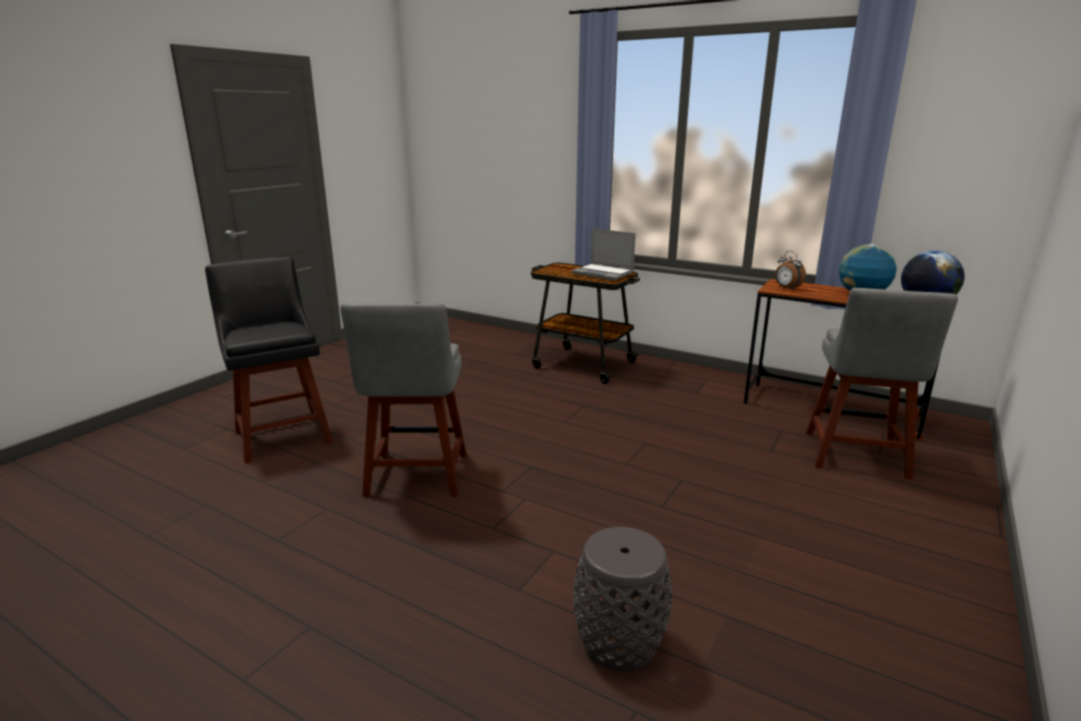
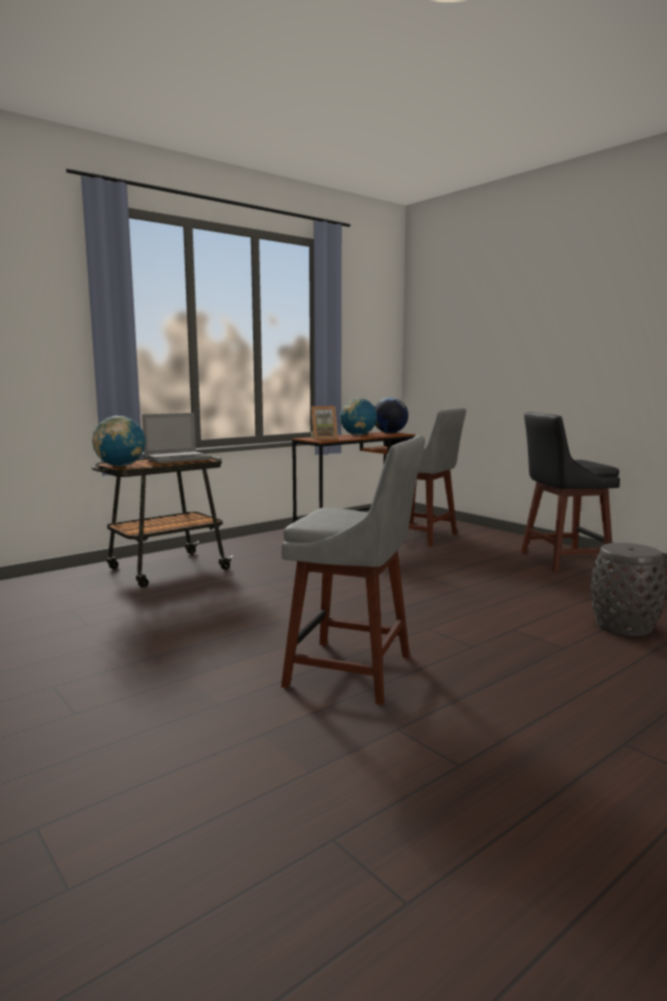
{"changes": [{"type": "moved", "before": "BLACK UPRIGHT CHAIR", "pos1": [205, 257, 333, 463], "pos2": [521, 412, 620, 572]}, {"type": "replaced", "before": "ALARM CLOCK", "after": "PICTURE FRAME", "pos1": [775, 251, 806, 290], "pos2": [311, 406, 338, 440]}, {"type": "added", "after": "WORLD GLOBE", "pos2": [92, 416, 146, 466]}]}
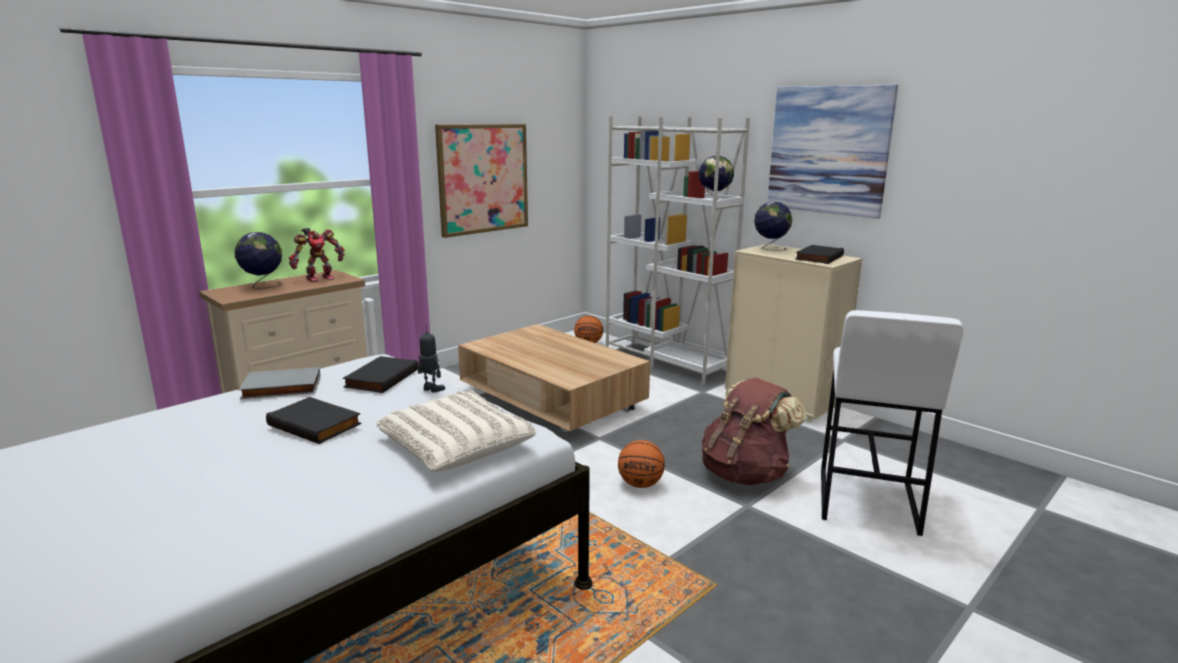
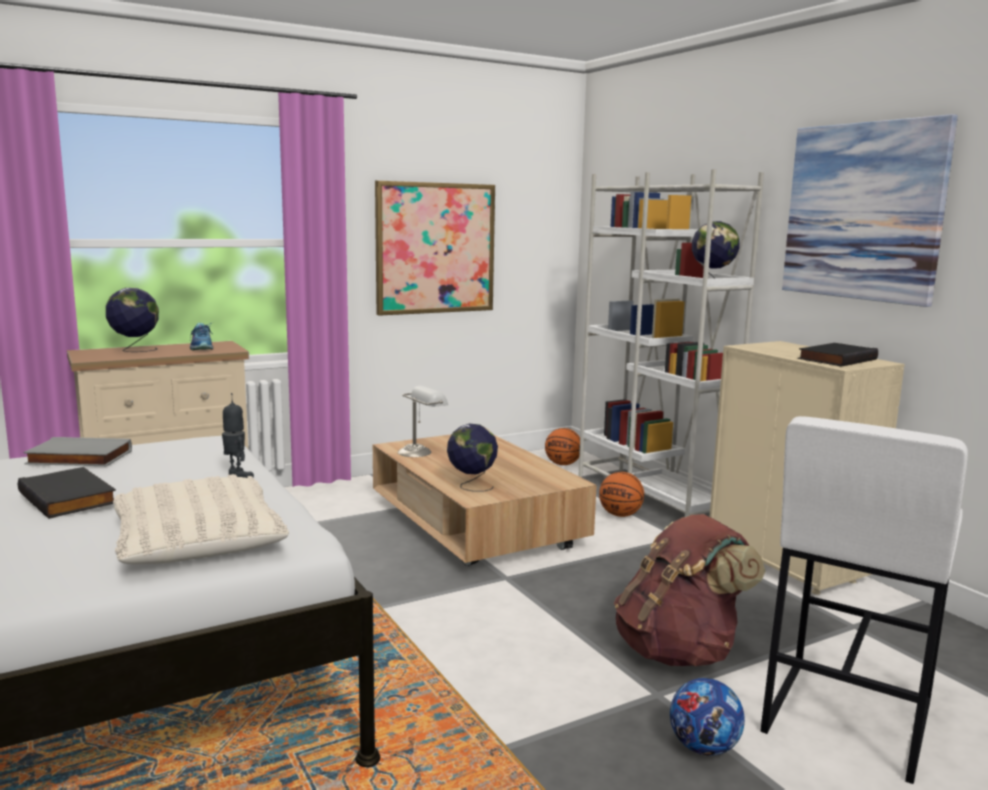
{"changes": [{"type": "replaced", "before": "MODEL ROBOT", "after": "LOW SHOE", "pos1": [289, 228, 345, 282], "pos2": [190, 323, 213, 351]}, {"type": "removed", "before": "BLACK VOLUME", "pos1": [343, 356, 418, 393]}, {"type": "moved", "before": "BASKETBALL BALL", "pos1": [618, 440, 665, 488], "pos2": [599, 472, 644, 517]}, {"type": "moved", "before": "WORLD GLOBE", "pos1": [754, 201, 792, 251], "pos2": [447, 423, 498, 492]}, {"type": "added", "after": "WHITISH TABLE LAMP", "pos2": [398, 386, 448, 457]}, {"type": "added", "after": "BALL FOR FOOTBALL", "pos2": [670, 678, 745, 756]}]}
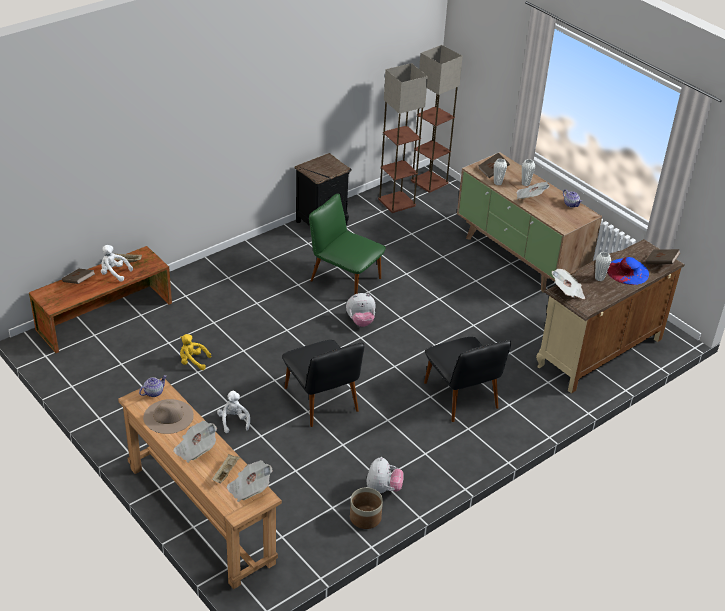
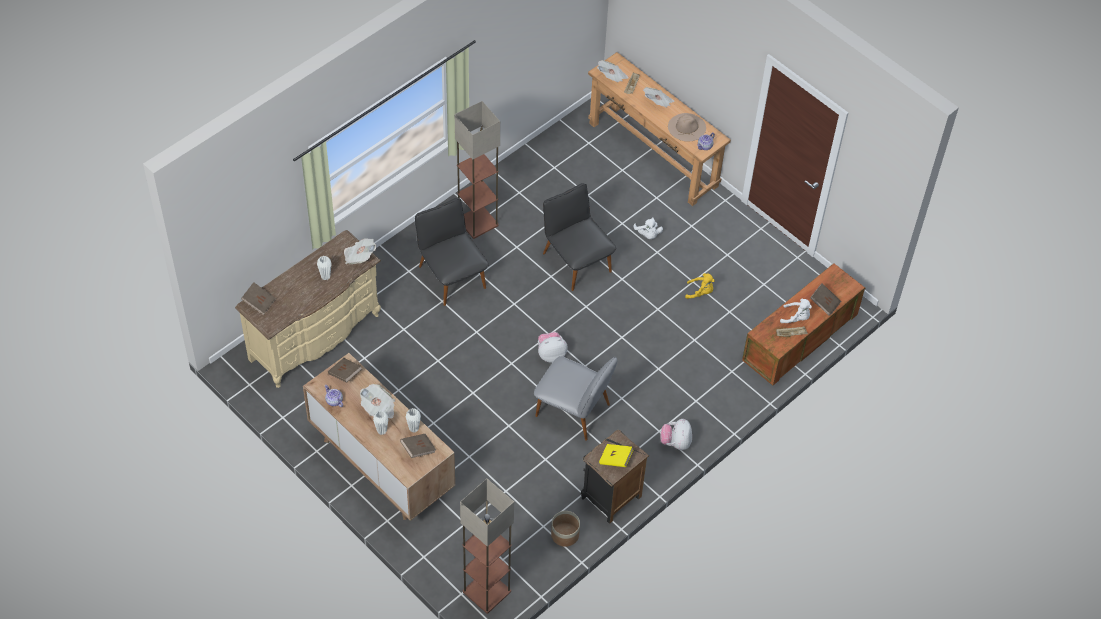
{"changes": [{"type": "recoloured", "before": "GREEN UPRIGHT CHAIR", "after": "GREY UPRIGHT CHAIR", "pos1": [309, 194, 386, 295], "pos2": [534, 356, 617, 441]}, {"type": "moved", "before": "PLANT POT", "pos1": [350, 487, 383, 529], "pos2": [551, 511, 580, 547]}, {"type": "moved", "before": "SOFT TOY", "pos1": [367, 457, 404, 493], "pos2": [661, 419, 692, 450]}, {"type": "moved", "before": "STANDARD LAMP", "pos1": [378, 63, 428, 213], "pos2": [455, 101, 500, 239]}, {"type": "removed", "before": "BLUISH WEARABLE HAT", "pos1": [607, 257, 649, 285]}, {"type": "added", "after": "BROWN VOLUME", "pos2": [328, 358, 362, 383]}, {"type": "added", "after": "YELLOWISH VOLUME", "pos2": [599, 444, 634, 467]}]}
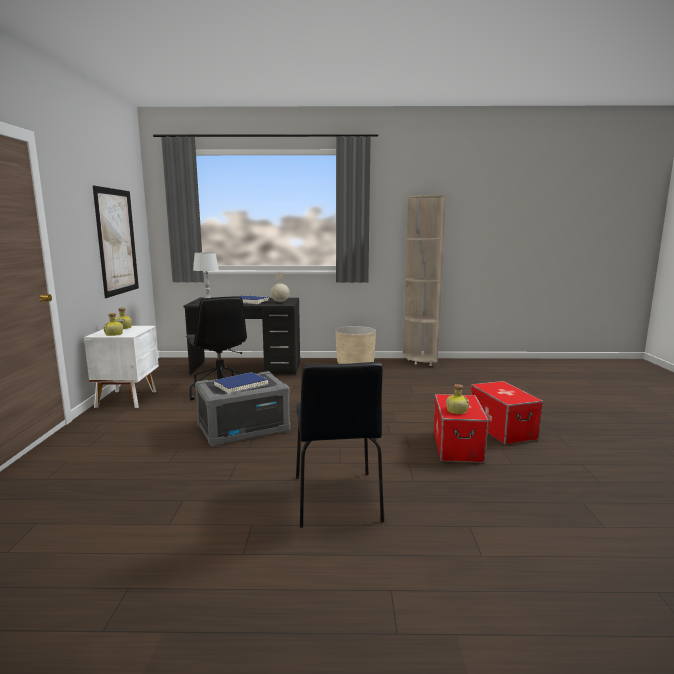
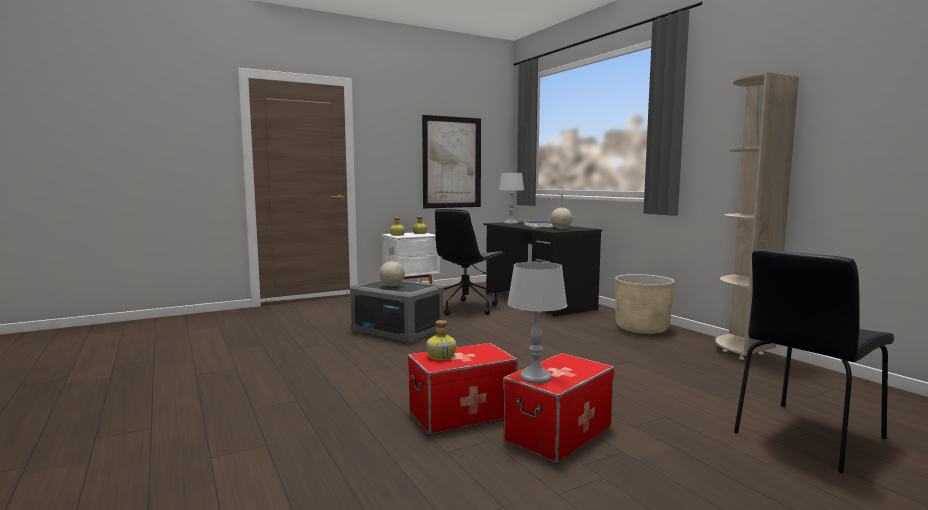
{"changes": [{"type": "replaced", "before": "BLUISH VOLUME", "after": "WORLD GLOBE", "pos1": [213, 372, 268, 394], "pos2": [379, 247, 405, 286]}, {"type": "moved", "before": "BLACK UPRIGHT CHAIR", "pos1": [296, 362, 384, 528], "pos2": [734, 249, 894, 473]}, {"type": "added", "after": "GREY TABLE LAMP", "pos2": [507, 262, 567, 384]}]}
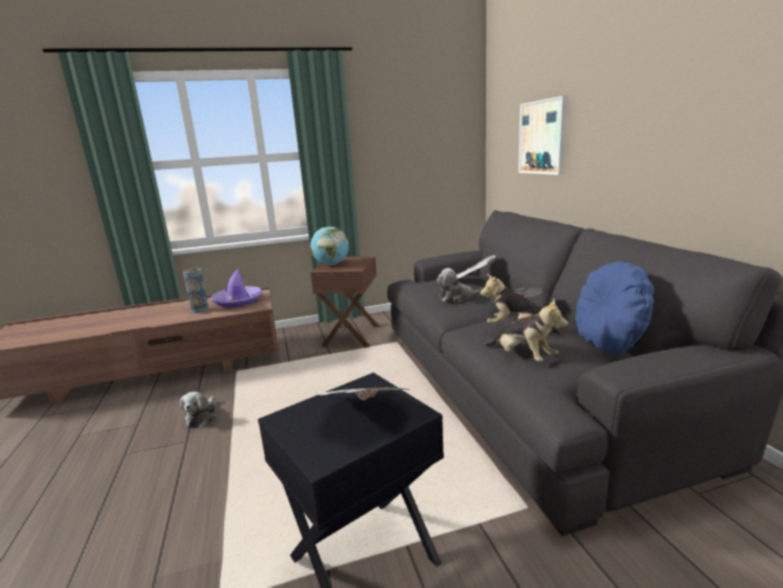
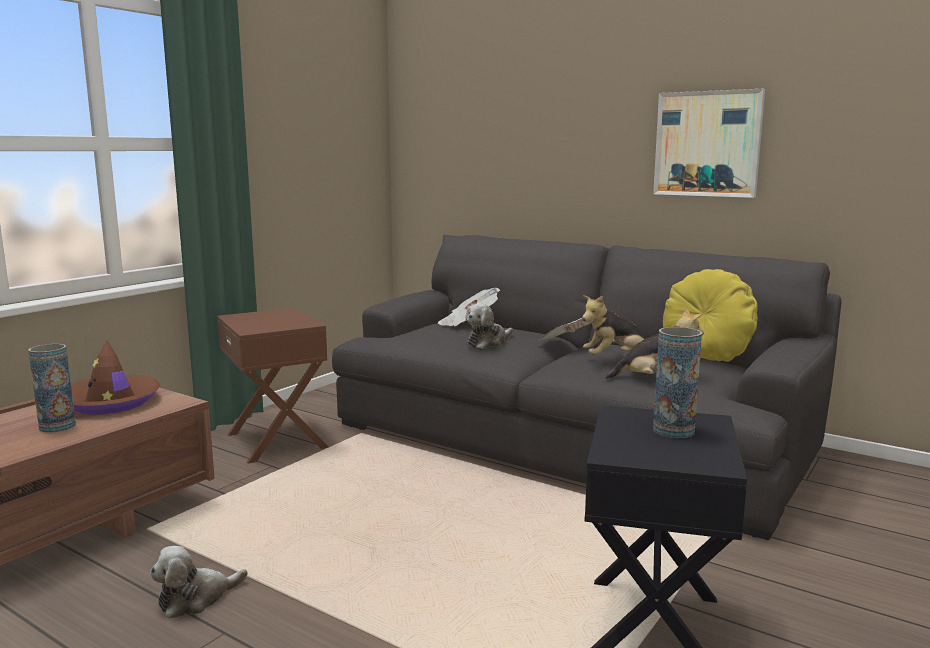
{"changes": [{"type": "turned", "before": "SOFT TOY", "pos1": [180, 392, 216, 428], "pos2": [150, 546, 248, 619], "turn": 90}, {"type": "recoloured", "before": "PURPLE-COLOURED WEARABLE HAT", "after": "BROWN WEARABLE HAT", "pos1": [210, 269, 263, 308], "pos2": [71, 341, 160, 415]}, {"type": "removed", "before": "WORLD GLOBE", "pos1": [310, 227, 349, 265]}, {"type": "replaced", "before": "PRINTED PAPER", "after": "DECORATIVE VASE", "pos1": [315, 387, 411, 400], "pos2": [653, 327, 702, 438]}, {"type": "moved", "before": "WALL PICTURE", "pos1": [518, 95, 567, 175], "pos2": [653, 89, 765, 198]}, {"type": "recoloured", "before": "BLUISH CUSHION", "after": "YELLOWISH CUSHION", "pos1": [575, 261, 654, 355], "pos2": [663, 269, 758, 362]}]}
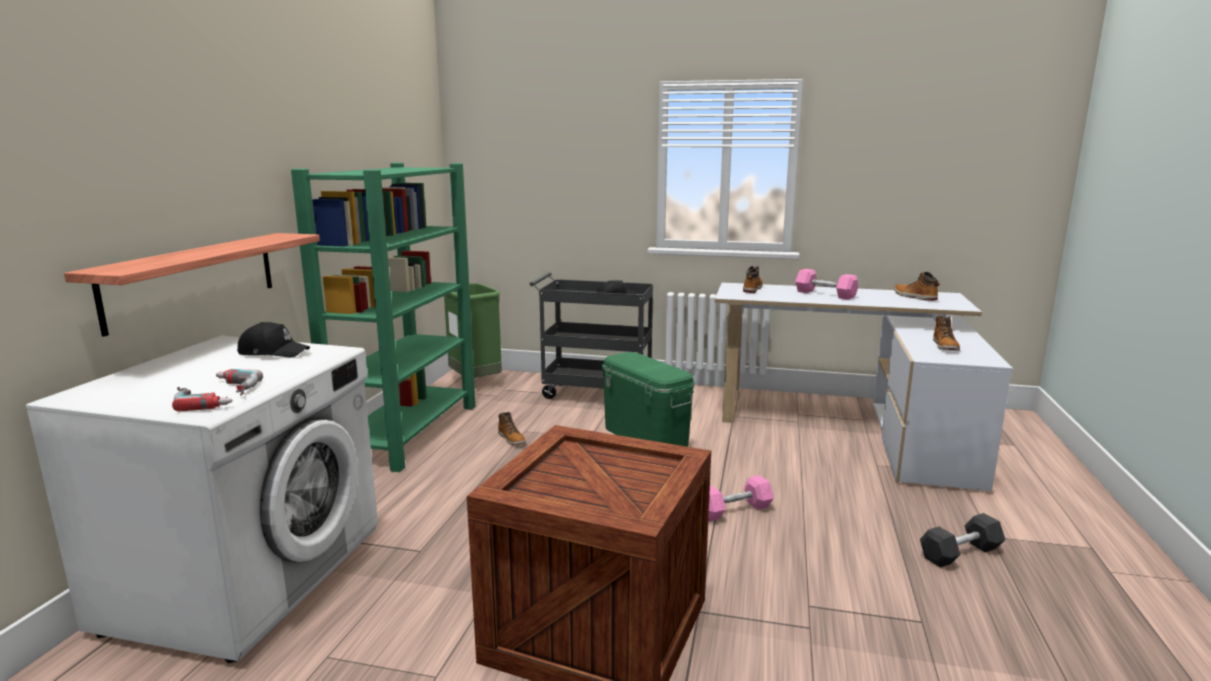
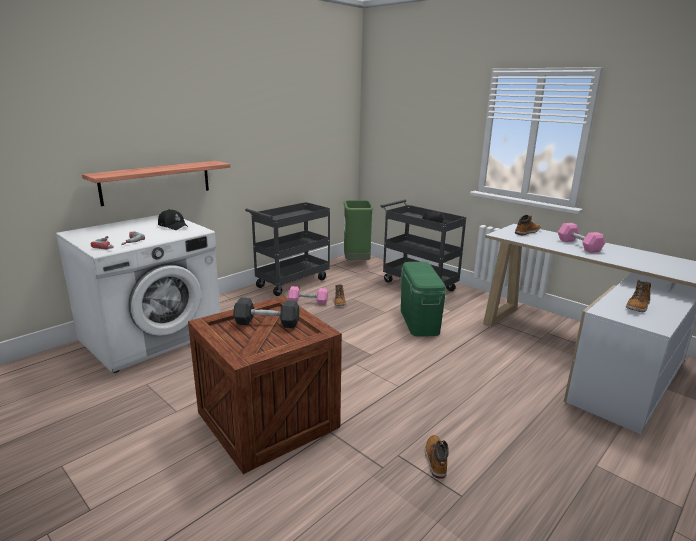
{"changes": [{"type": "replaced", "before": "GREEN BOOKSHELF", "after": "GREY CART", "pos1": [291, 163, 476, 472], "pos2": [245, 202, 330, 296]}, {"type": "moved", "before": "PINKISH DUMBBELL", "pos1": [708, 475, 774, 521], "pos2": [288, 286, 328, 305]}, {"type": "moved", "before": "HIGH-TOP BOOT", "pos1": [894, 272, 940, 301], "pos2": [425, 435, 449, 479]}, {"type": "moved", "before": "GREY DUMBBELL", "pos1": [920, 513, 1005, 568], "pos2": [233, 297, 300, 328]}]}
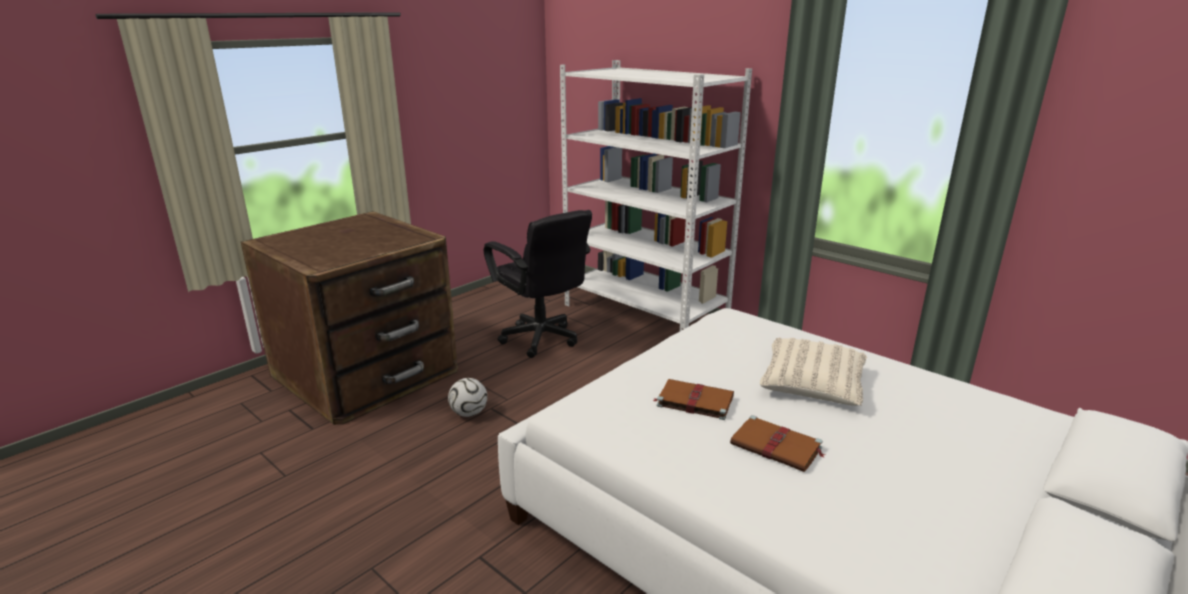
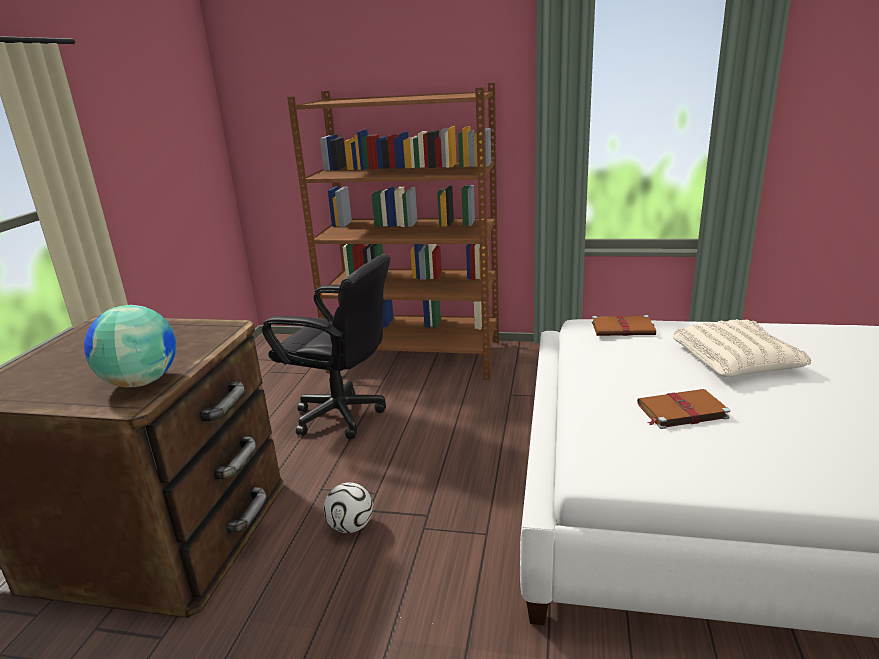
{"changes": [{"type": "recoloured", "before": "WHITISH BOOKSHELF", "after": "BROWN BOOKSHELF", "pos1": [560, 60, 752, 331], "pos2": [287, 83, 499, 380]}, {"type": "moved", "before": "BROWN VOLUME", "pos1": [730, 415, 825, 472], "pos2": [592, 315, 656, 336]}, {"type": "added", "after": "WORLD GLOBE", "pos2": [84, 305, 176, 387]}]}
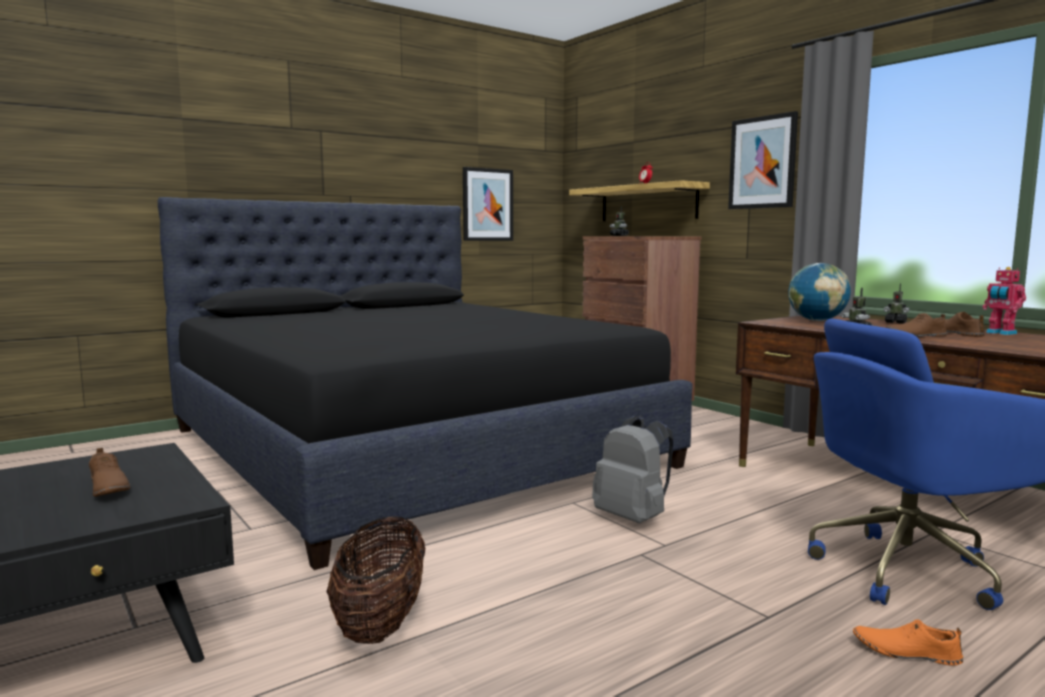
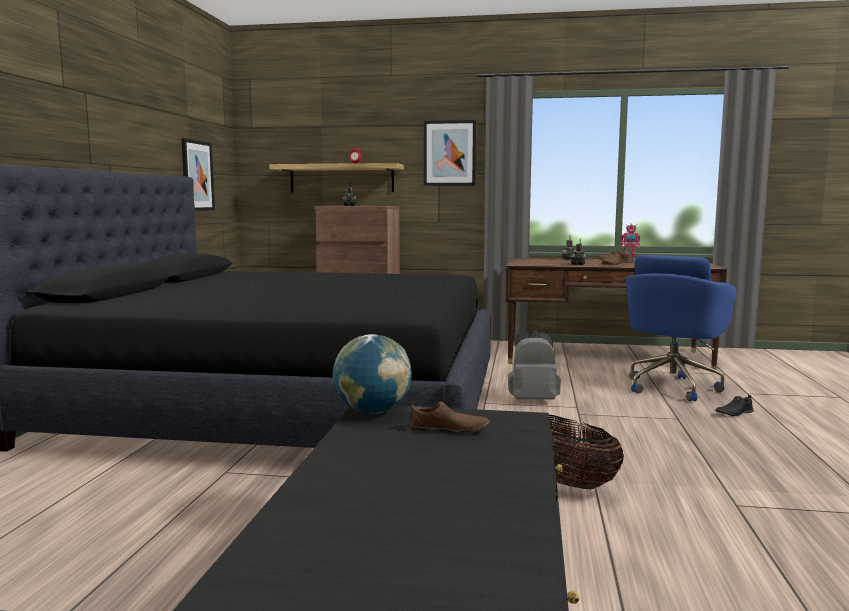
{"changes": [{"type": "moved", "before": "WORLD GLOBE", "pos1": [788, 263, 851, 321], "pos2": [333, 334, 412, 414]}, {"type": "recoloured", "before": "ORANGE-COLOURED LOW SHOE", "after": "BLACK LOW SHOE", "pos1": [853, 619, 963, 665], "pos2": [715, 395, 754, 416]}]}
